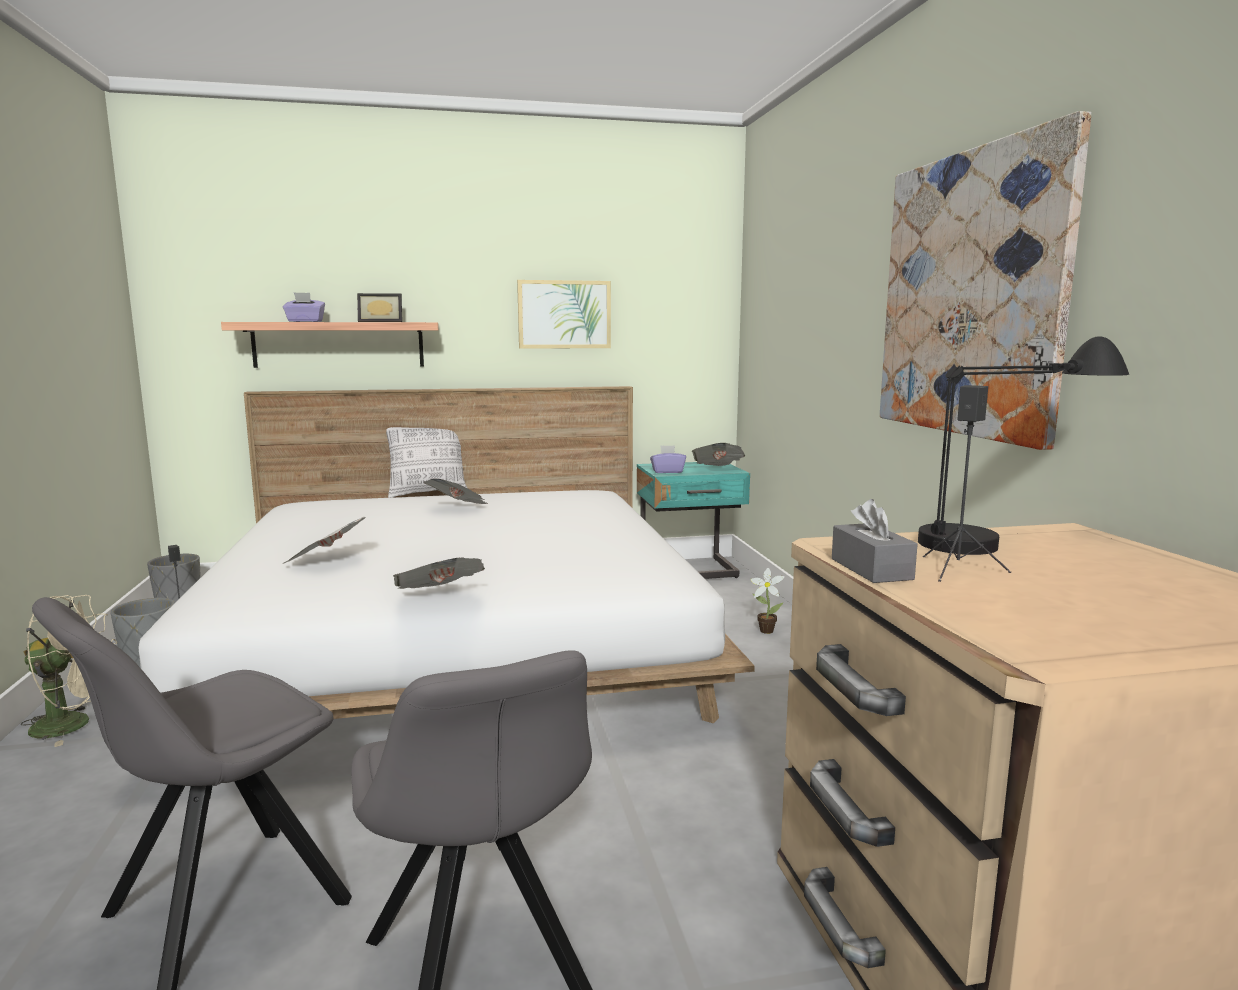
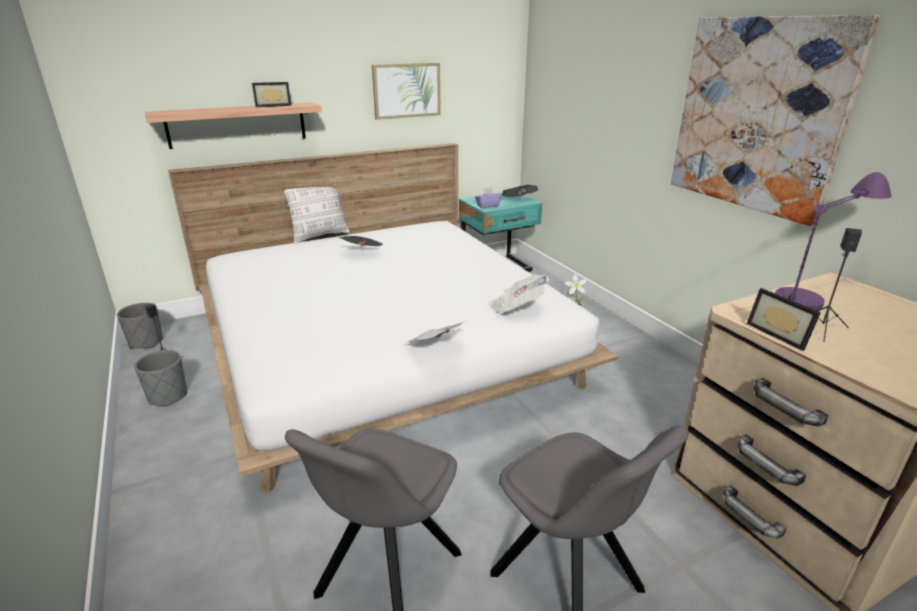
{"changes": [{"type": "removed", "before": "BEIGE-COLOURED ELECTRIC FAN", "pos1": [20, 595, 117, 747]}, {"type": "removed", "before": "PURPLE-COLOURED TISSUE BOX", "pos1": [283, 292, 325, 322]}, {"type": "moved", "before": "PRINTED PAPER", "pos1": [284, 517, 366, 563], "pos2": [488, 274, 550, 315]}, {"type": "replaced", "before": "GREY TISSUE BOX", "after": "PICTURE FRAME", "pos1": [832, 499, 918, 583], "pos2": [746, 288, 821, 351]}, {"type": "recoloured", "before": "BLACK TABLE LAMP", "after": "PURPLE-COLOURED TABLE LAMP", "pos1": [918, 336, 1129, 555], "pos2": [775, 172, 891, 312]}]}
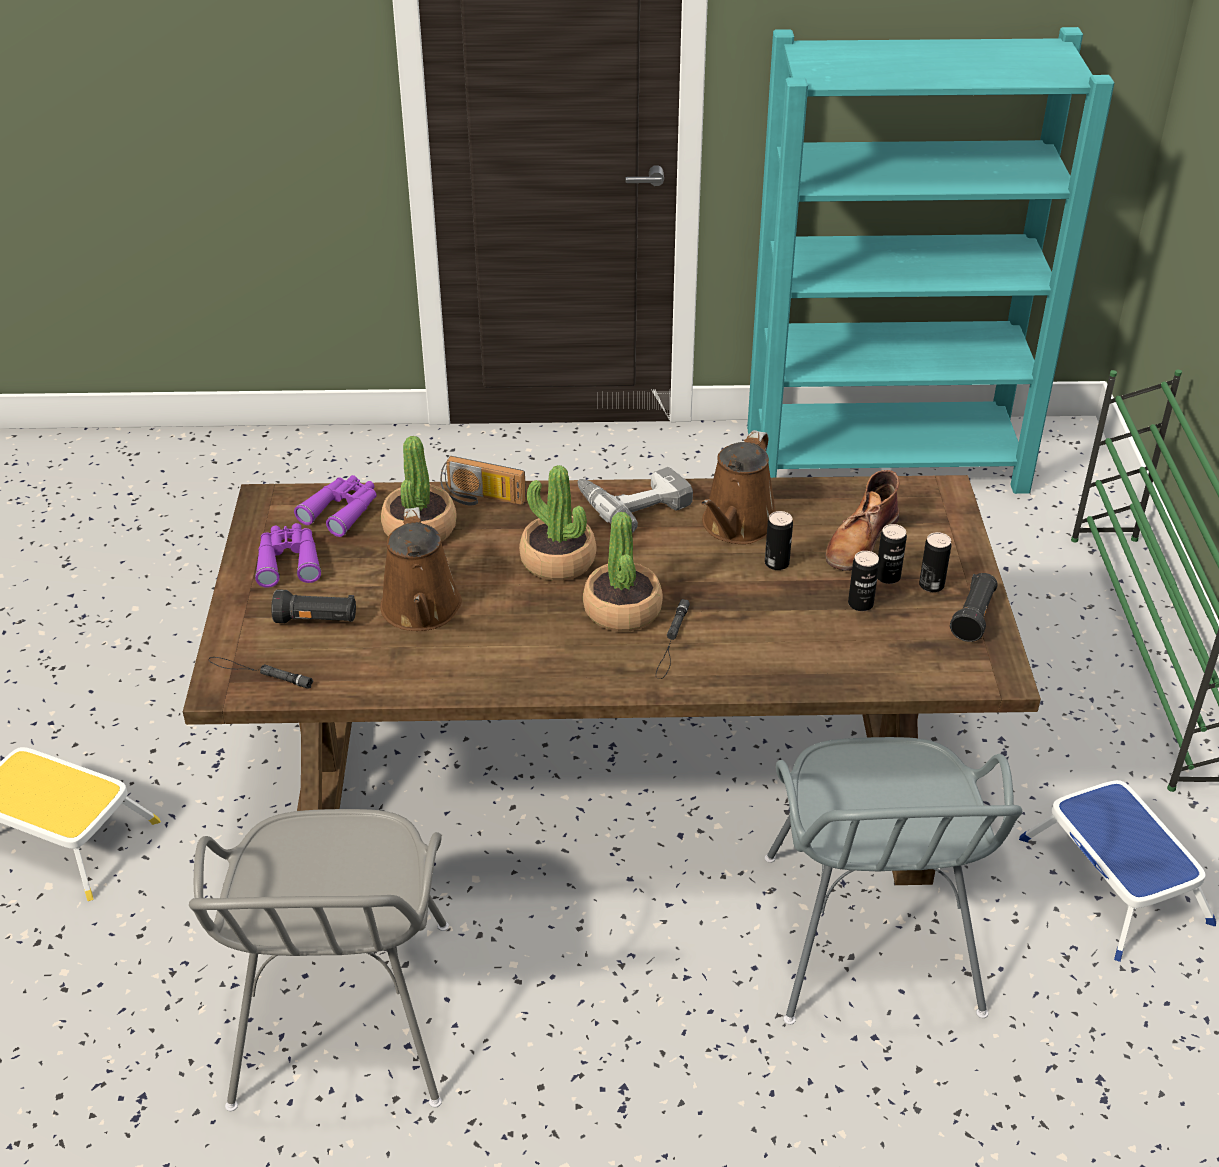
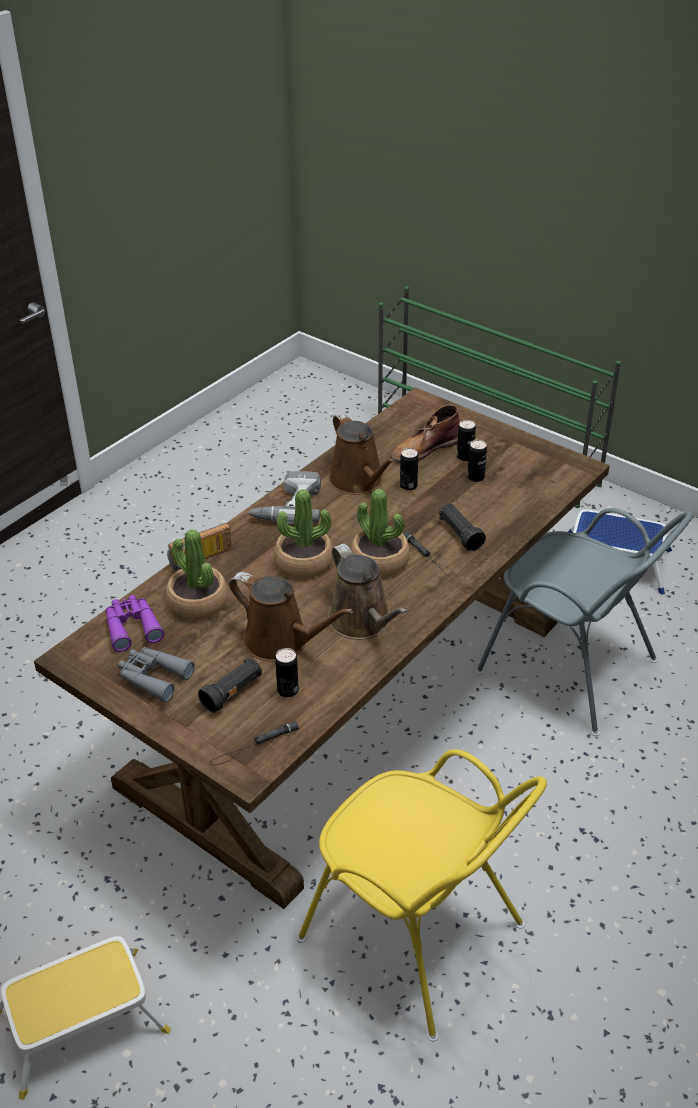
{"changes": [{"type": "recoloured", "before": "GREY UPRIGHT CHAIR", "after": "YELLOWISH UPRIGHT CHAIR", "pos1": [189, 809, 449, 1111], "pos2": [297, 749, 547, 1041]}, {"type": "recoloured", "before": "PURPLE-COLOURED FIELD GLASSES", "after": "GREY FIELD GLASSES", "pos1": [255, 523, 321, 588], "pos2": [118, 647, 195, 702]}, {"type": "removed", "before": "BLUE-GREEN BOOKSHELF", "pos1": [747, 27, 1114, 494]}, {"type": "turned", "before": "BROWN HIGH-TOP BOOT", "pos1": [825, 470, 900, 571], "pos2": [390, 405, 460, 463], "turn": 75}, {"type": "moved", "before": "METAL CAN", "pos1": [919, 532, 951, 592], "pos2": [275, 648, 299, 697]}, {"type": "moved", "before": "BLACK FLASHLIGHT", "pos1": [950, 573, 997, 642], "pos2": [439, 504, 486, 551]}, {"type": "added", "after": "BROWN SPRINKLING CAN", "pos2": [328, 543, 407, 640]}]}
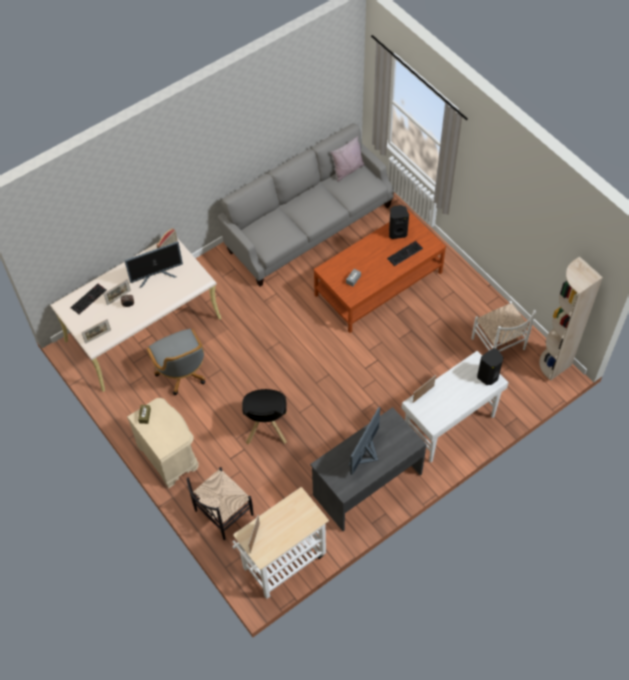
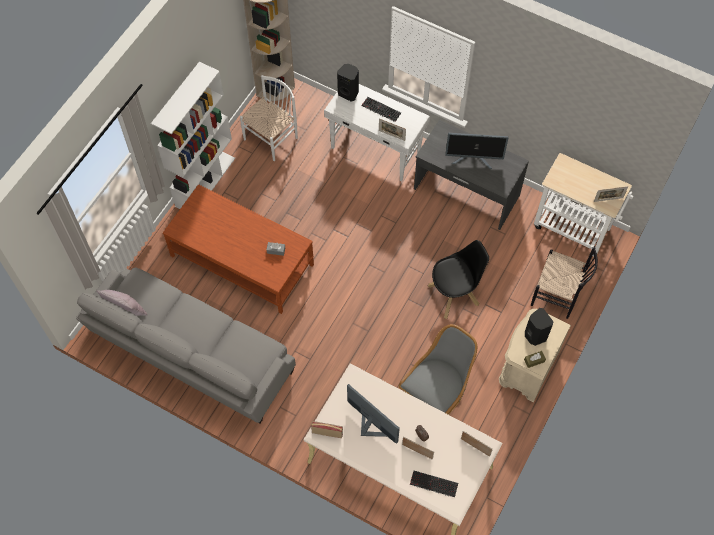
{"changes": [{"type": "moved", "before": "COMPUTER KEYBOARD", "pos1": [387, 241, 423, 266], "pos2": [362, 97, 401, 122]}, {"type": "moved", "before": "BLACK AUDIO SPEAKER", "pos1": [389, 205, 409, 239], "pos2": [525, 308, 554, 346]}, {"type": "added", "after": "WHITISH BOOKSHELF", "pos2": [151, 62, 235, 209]}]}
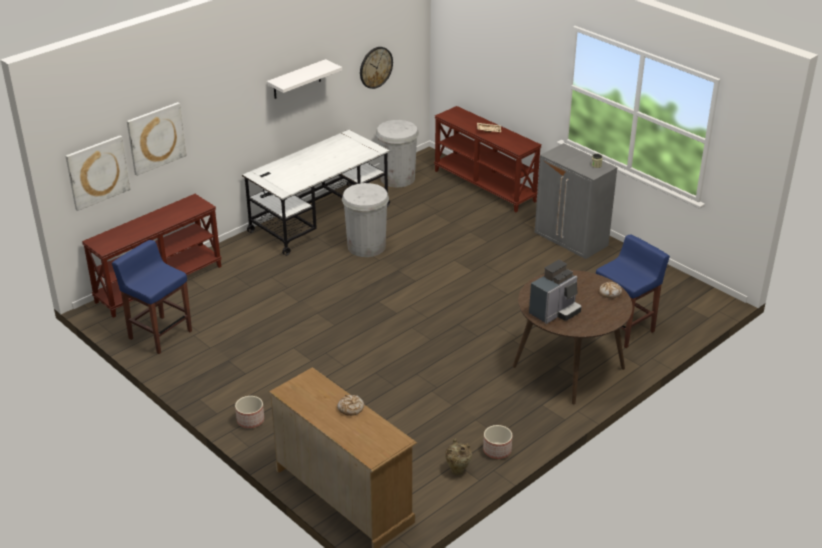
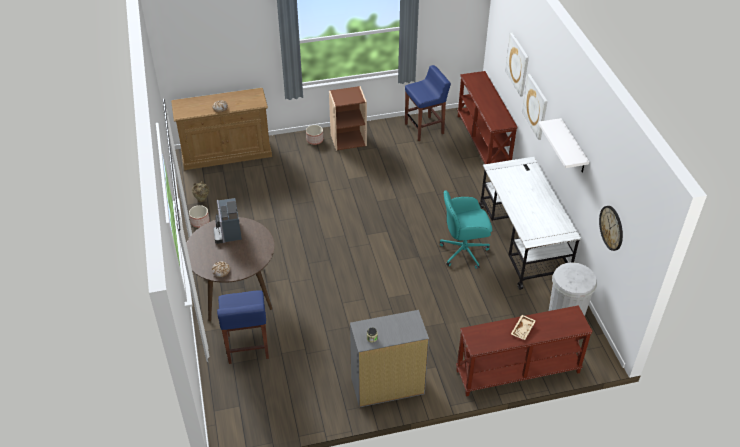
{"changes": [{"type": "moved", "before": "WALL PICTURE", "pos1": [65, 136, 130, 211], "pos2": [522, 74, 548, 140]}, {"type": "replaced", "before": "WHITISH WASTE BIN", "after": "BLUE-GREEN OFFICE CHAIR", "pos1": [342, 183, 389, 257], "pos2": [439, 190, 492, 269]}, {"type": "added", "after": "BROWN BOOKSHELF", "pos2": [329, 86, 367, 151]}]}
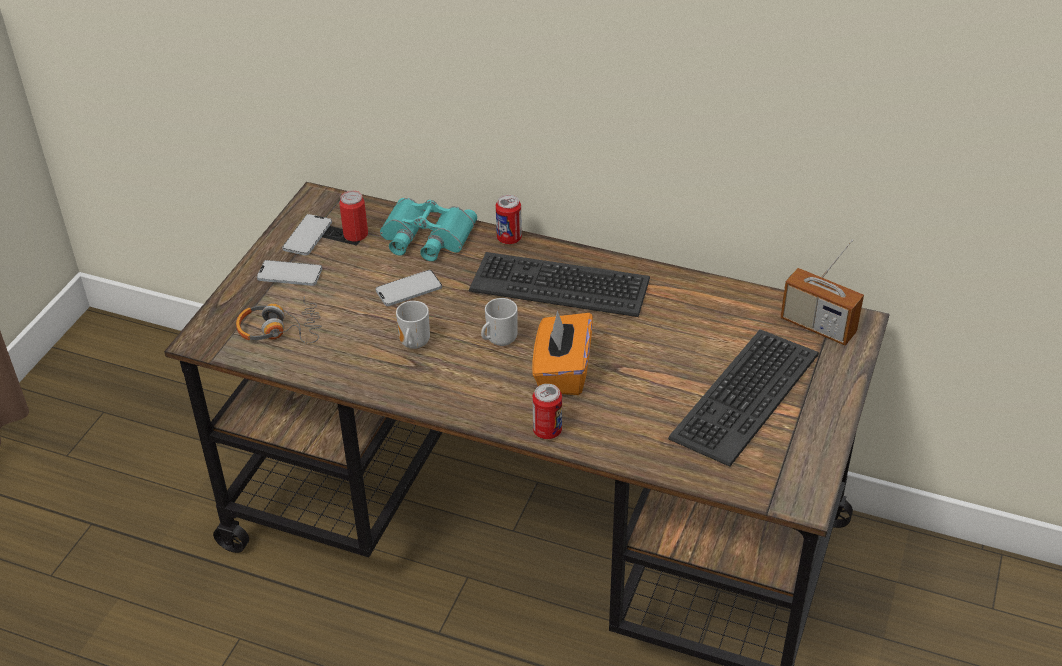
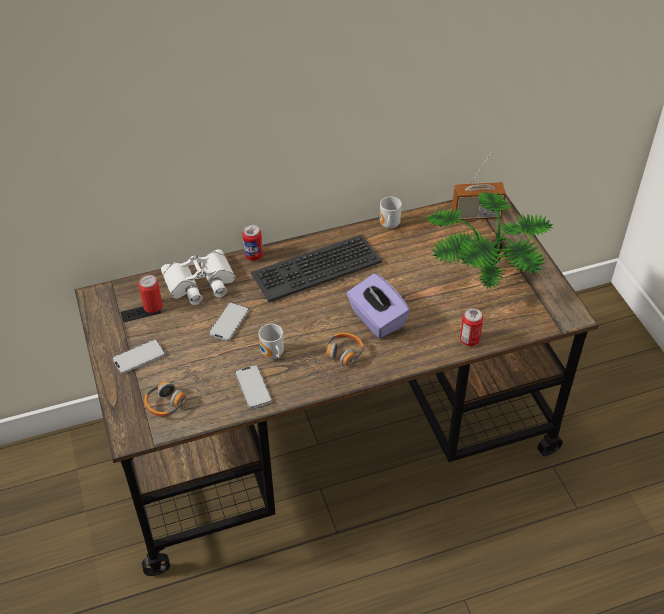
{"changes": [{"type": "moved", "before": "HANDSET", "pos1": [282, 214, 332, 256], "pos2": [235, 365, 272, 409]}, {"type": "recoloured", "before": "BLUE-GREEN FIELD GLASSES", "after": "WHITISH FIELD GLASSES", "pos1": [380, 198, 477, 261], "pos2": [161, 249, 235, 305]}, {"type": "moved", "before": "MUG", "pos1": [481, 298, 518, 346], "pos2": [380, 197, 402, 229]}, {"type": "recoloured", "before": "ORANGE-COLOURED TISSUE BOX", "after": "PURPLE-COLOURED TISSUE BOX", "pos1": [532, 310, 593, 395], "pos2": [346, 273, 410, 338]}, {"type": "moved", "before": "METAL CAN", "pos1": [532, 384, 562, 439], "pos2": [460, 308, 483, 346]}, {"type": "replaced", "before": "COMPUTER KEYBOARD", "after": "HOUSEPLANT", "pos1": [668, 329, 819, 467], "pos2": [425, 191, 553, 289]}, {"type": "added", "after": "PAIR OF HEADPHONES", "pos2": [300, 333, 364, 383]}]}
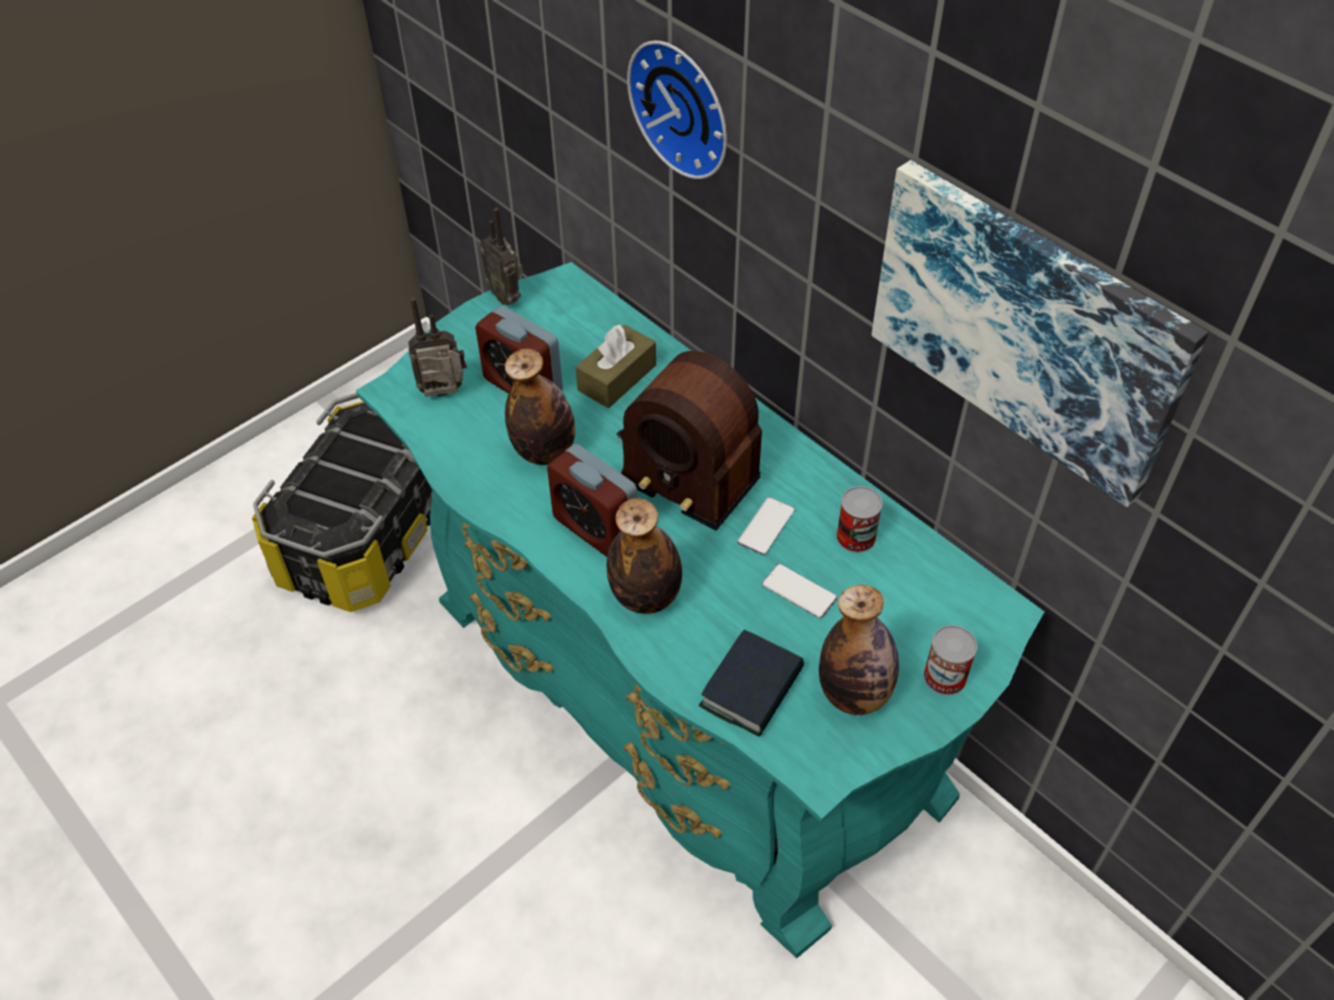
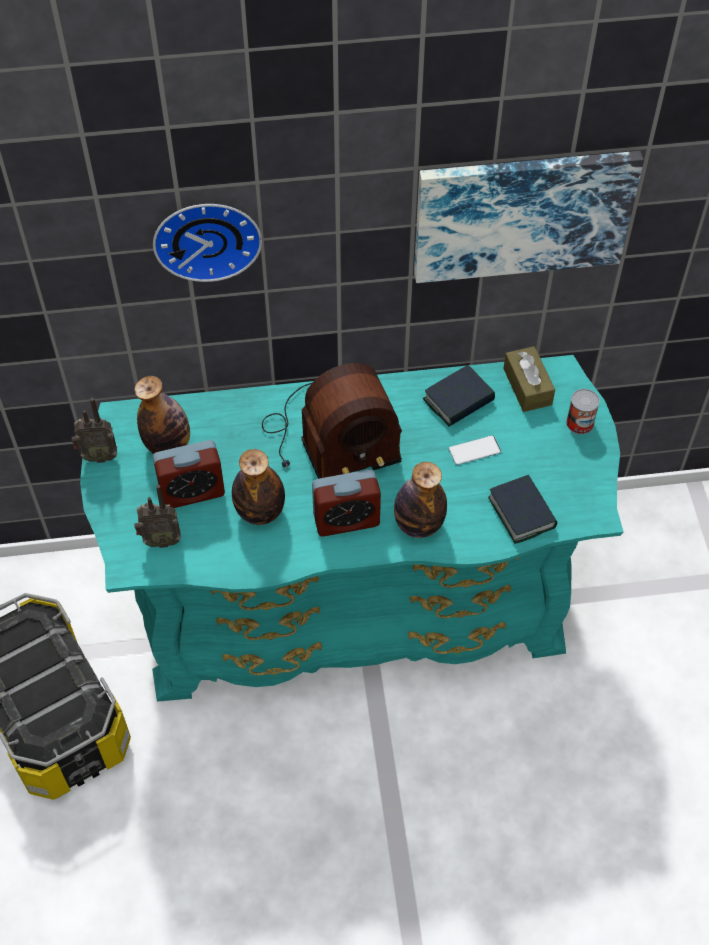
{"changes": [{"type": "turned", "before": "RADIO", "pos1": [408, 297, 467, 397], "pos2": [134, 485, 181, 548], "turn": -120}, {"type": "moved", "before": "BROWN TISSUE BOX", "pos1": [576, 325, 656, 408], "pos2": [503, 346, 555, 412]}, {"type": "removed", "before": "HANDSET", "pos1": [737, 497, 795, 555]}, {"type": "moved", "before": "BOTTLE", "pos1": [819, 585, 899, 715], "pos2": [134, 376, 190, 454]}, {"type": "replaced", "before": "METAL CAN", "after": "VOLUME", "pos1": [836, 486, 883, 553], "pos2": [423, 365, 495, 426]}]}
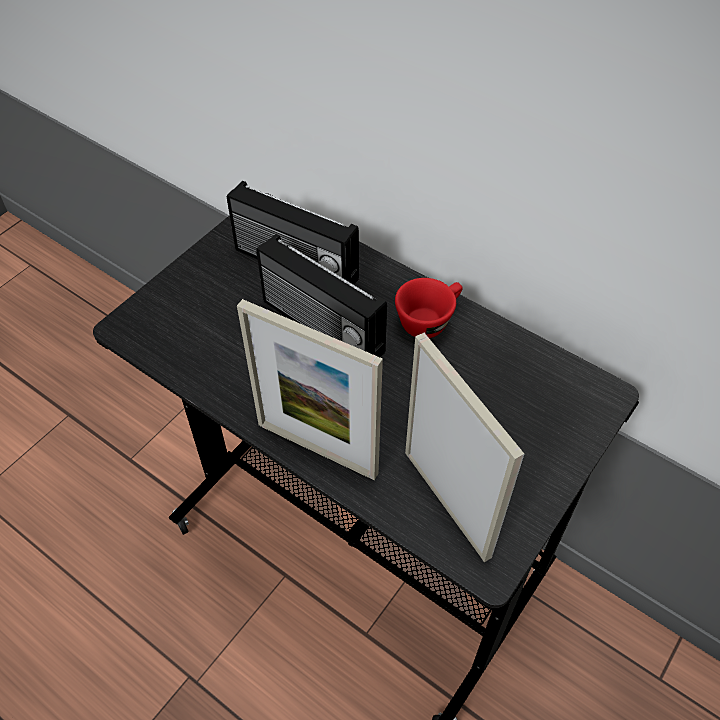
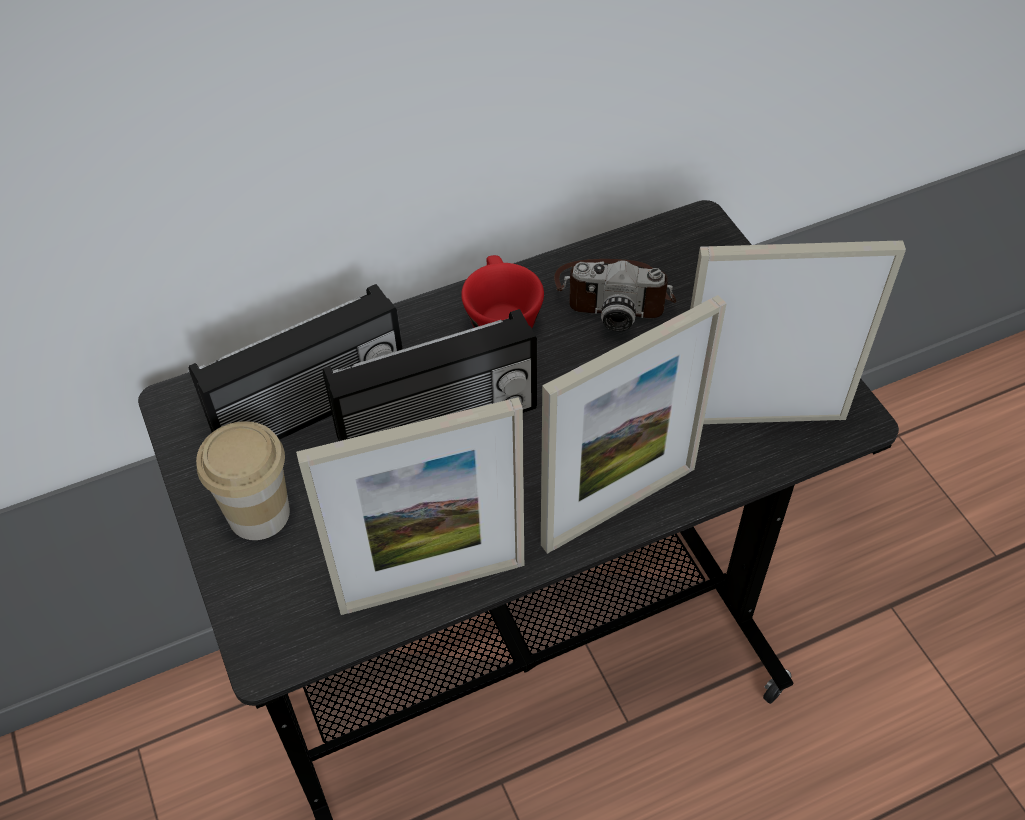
{"changes": [{"type": "added", "after": "SMALL CUP", "pos2": [196, 421, 290, 540]}, {"type": "added", "after": "PICTURE FRAME", "pos2": [296, 397, 524, 615]}, {"type": "added", "after": "PHOTO CAMERA", "pos2": [554, 259, 676, 332]}]}
